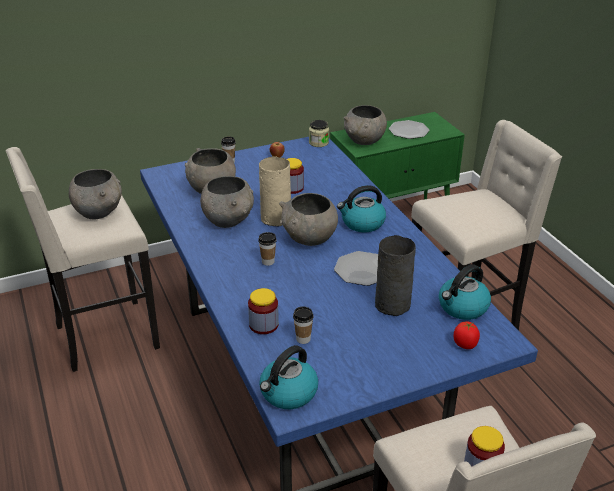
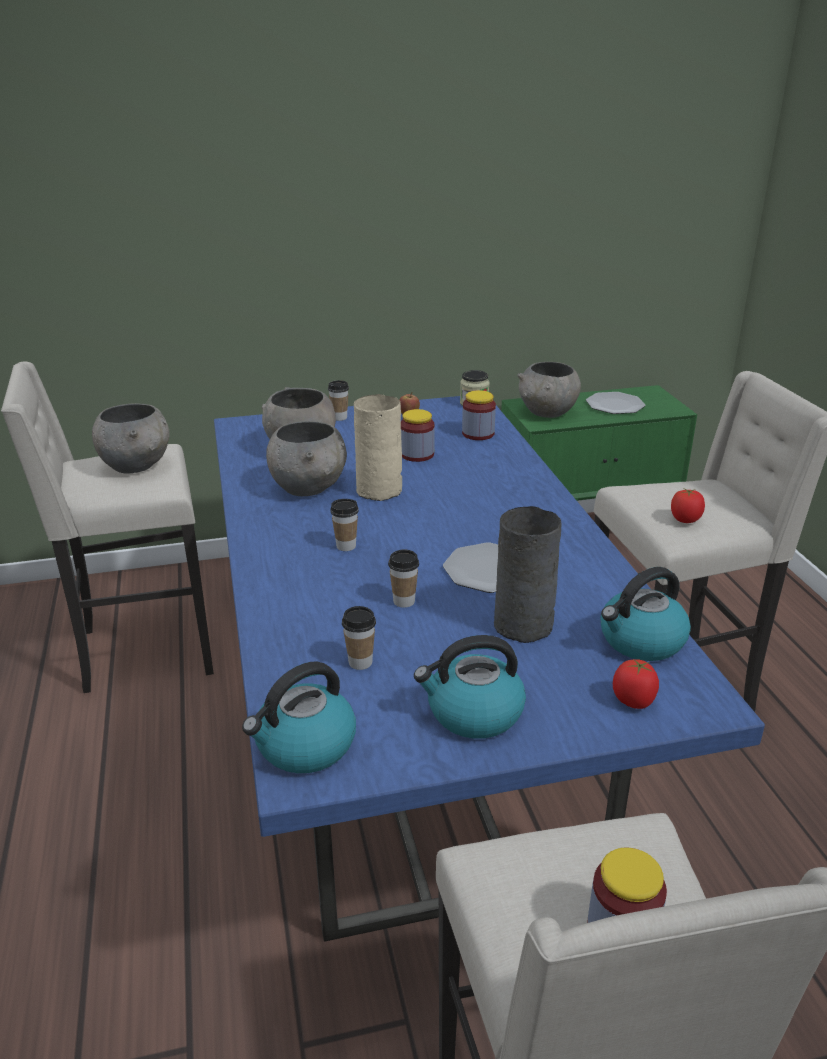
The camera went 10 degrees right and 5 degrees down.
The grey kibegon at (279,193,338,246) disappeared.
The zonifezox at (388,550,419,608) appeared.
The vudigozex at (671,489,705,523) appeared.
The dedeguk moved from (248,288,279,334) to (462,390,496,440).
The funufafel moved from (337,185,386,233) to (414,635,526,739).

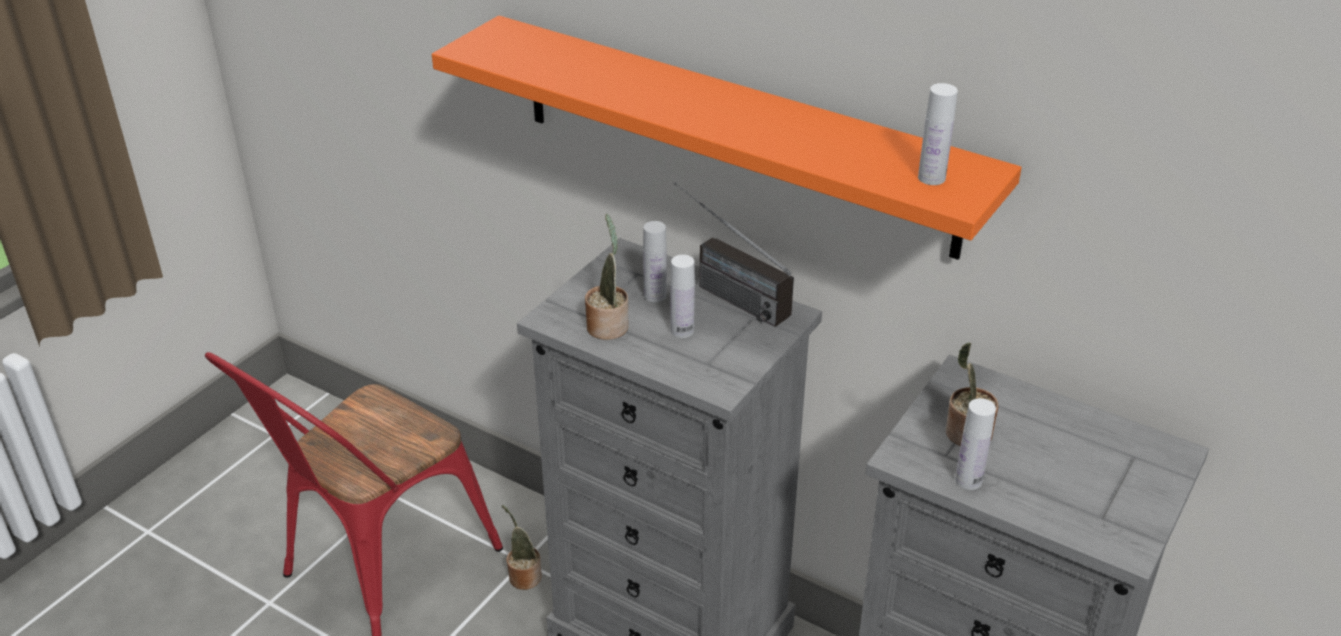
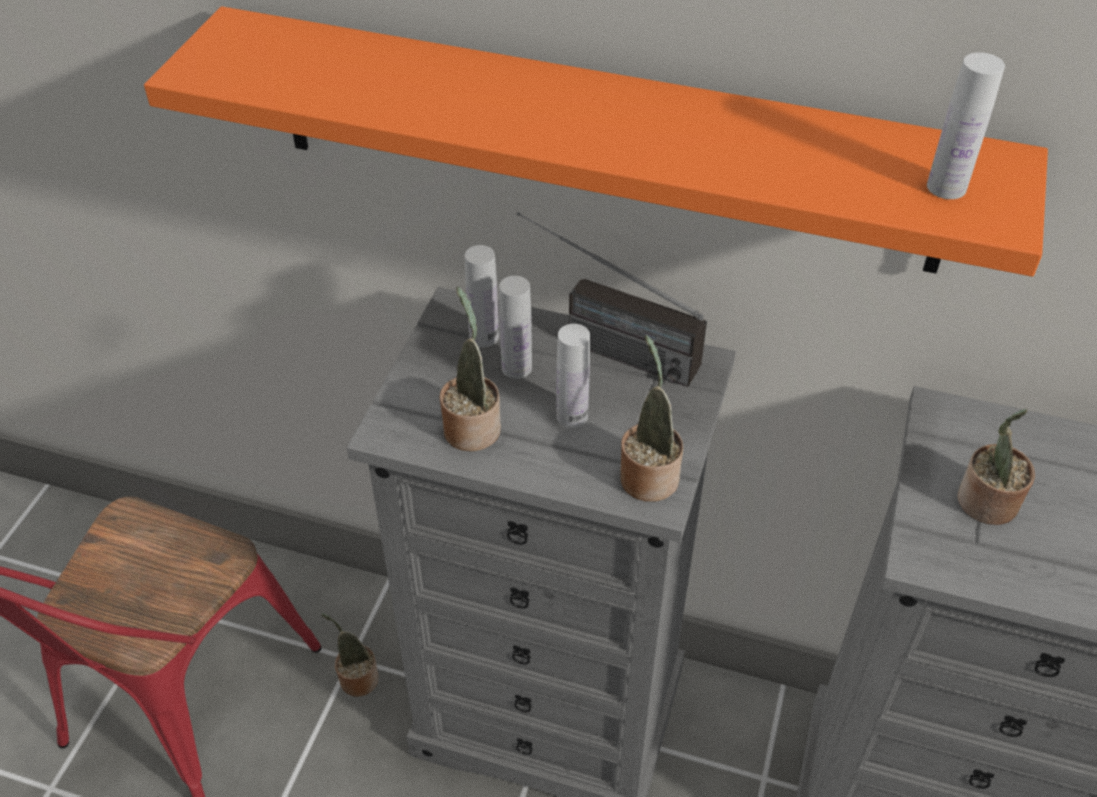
The camera went 15 degrees left and 10 degrees up.
The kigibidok at (620,335,683,502) appeared.
The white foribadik moved from (955,398,996,490) to (465,245,499,347).

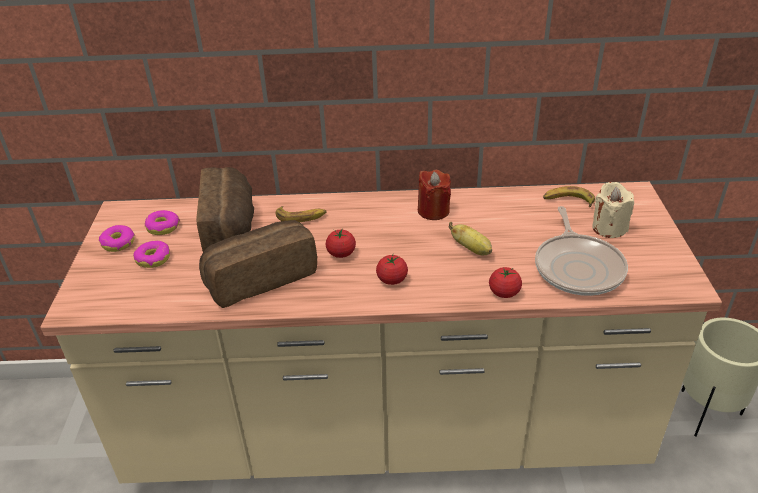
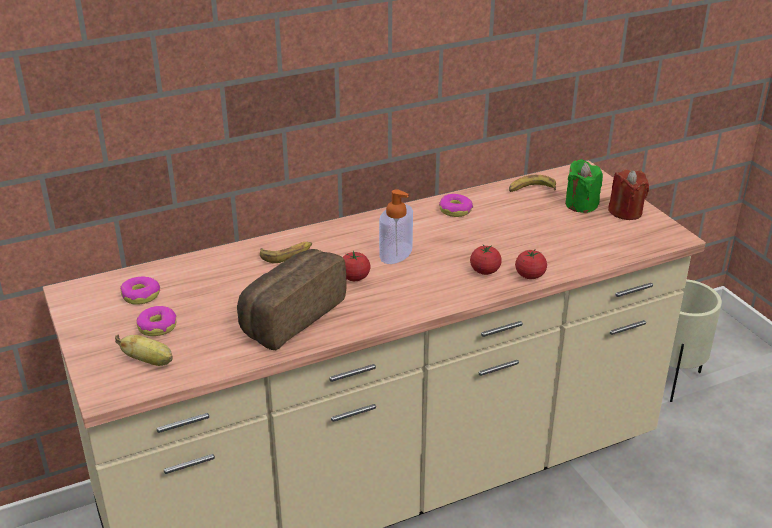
The camera went 25 degrees left and 5 degrees down.
The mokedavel at (196,167,254,252) disappeared.
The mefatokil at (535,206,628,296) disappeared.
The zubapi at (379,189,413,264) appeared.
The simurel moved from (99,225,135,252) to (439,194,473,217).
The vudigozex moved from (376,254,408,285) to (470,245,502,275).
The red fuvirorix moved from (418,170,451,220) to (608,169,649,220).
The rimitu moved from (449,222,492,255) to (115,335,173,366).
The beige fuvirorix at (592,182,634,238) became the green fuvirorix at (565,159,603,213).

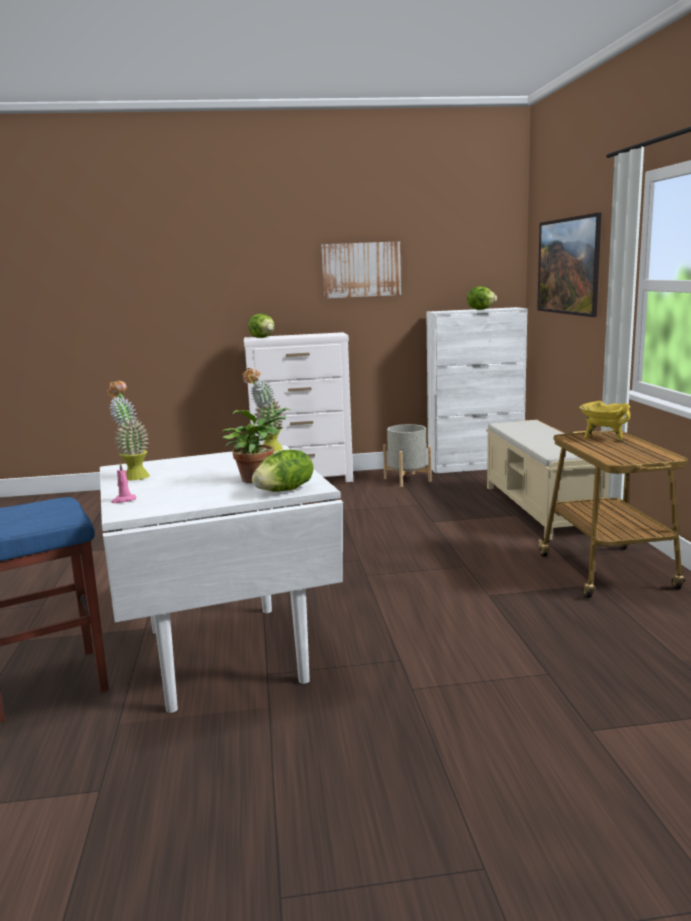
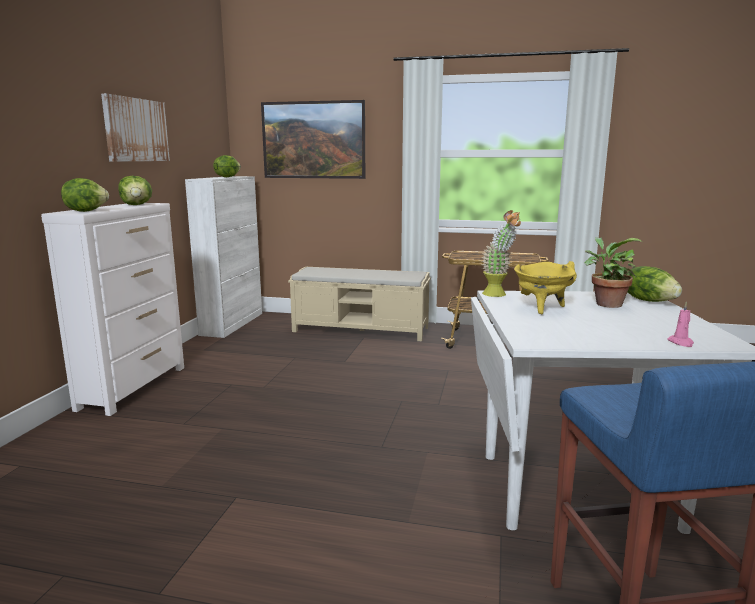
The camera went 70 degrees left and 0 degrees up.
The kigibidok at (107,381,150,480) disappeared.
The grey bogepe at (383,424,432,487) disappeared.
The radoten at (119,176,152,205) appeared.
The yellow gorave moved from (579,401,630,441) to (514,261,577,314).

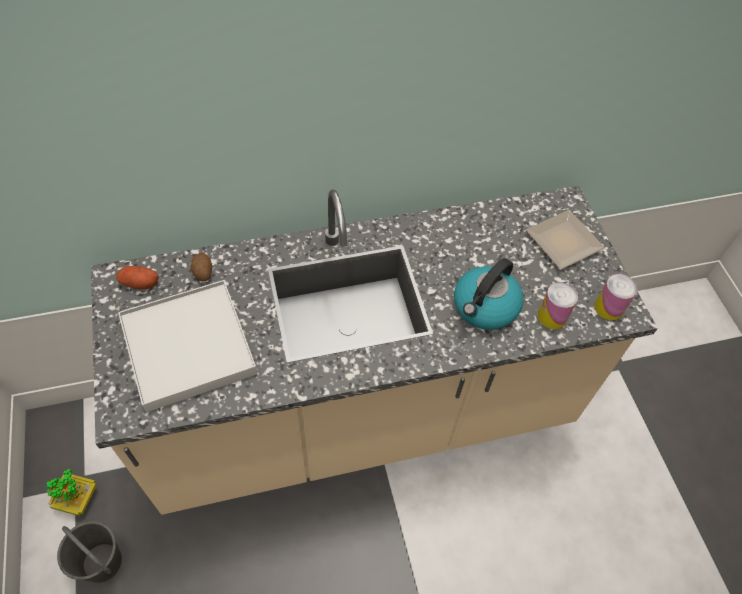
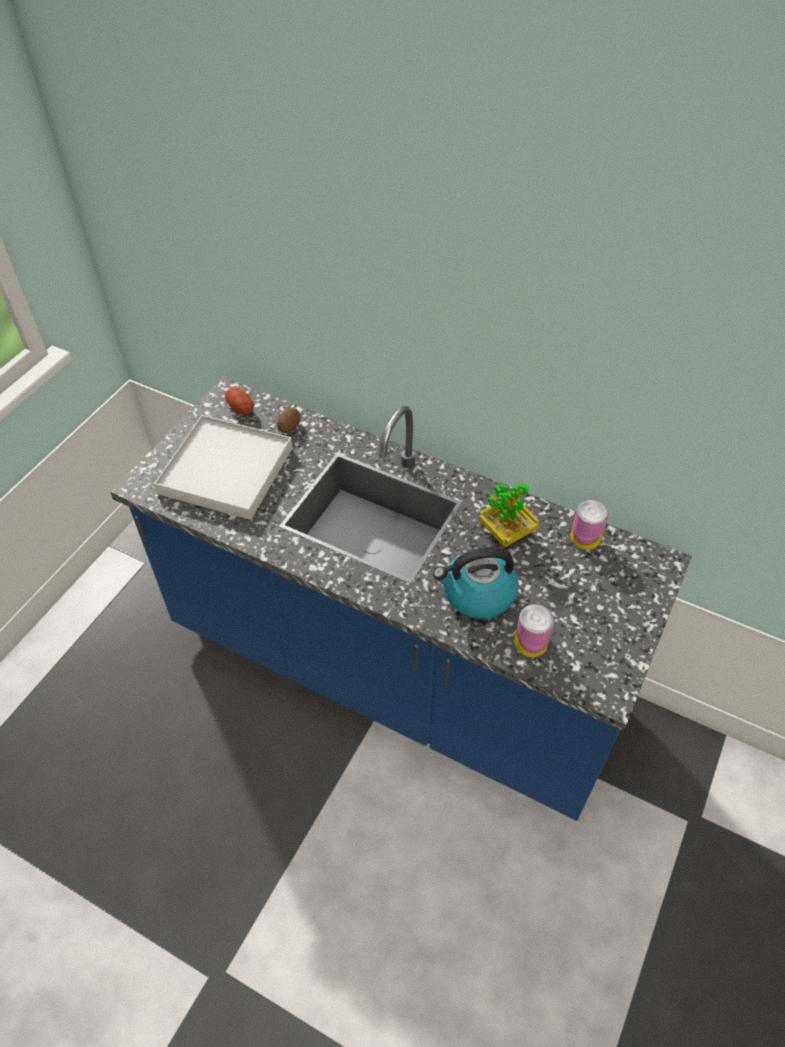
The camera went 45 degrees right and 5 degrees down.
The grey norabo at (57,521,122,583) disappeared.
The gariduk at (526,210,605,269) disappeared.
The kigibidok moved from (47,469,97,516) to (478,483,539,548).
The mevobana moved from (594,274,637,320) to (570,500,609,550).
The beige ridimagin at (91,186,658,515) became the blue ridimagin at (110,377,692,821).

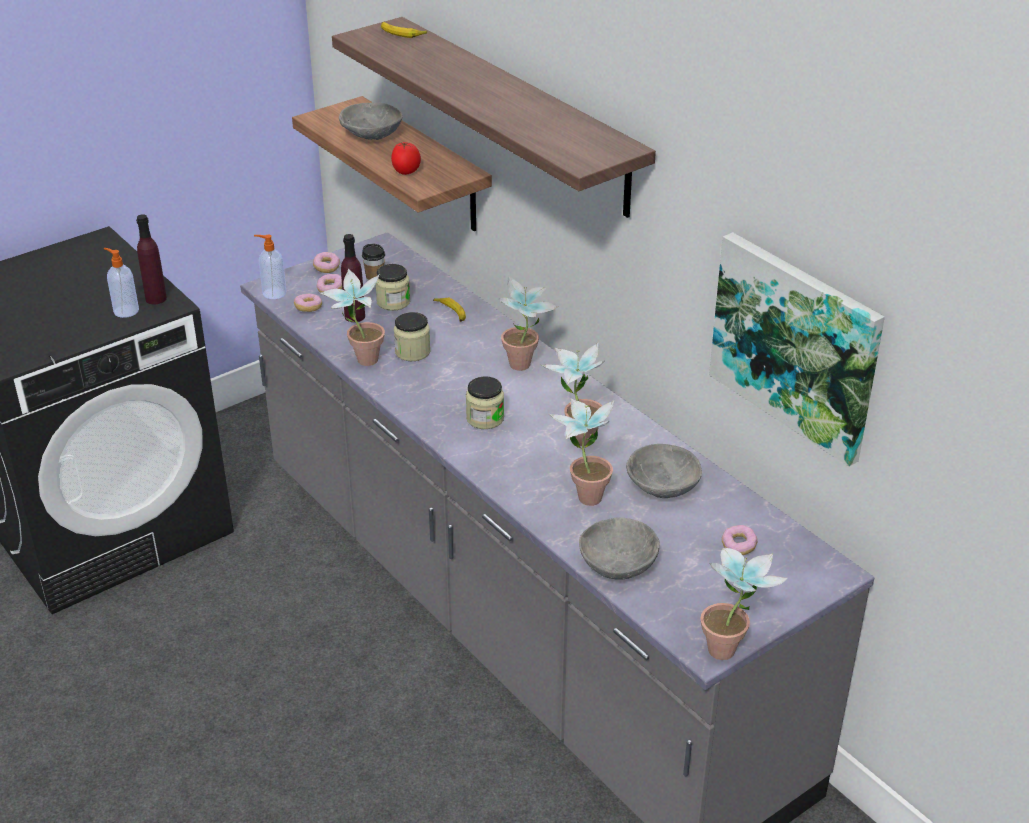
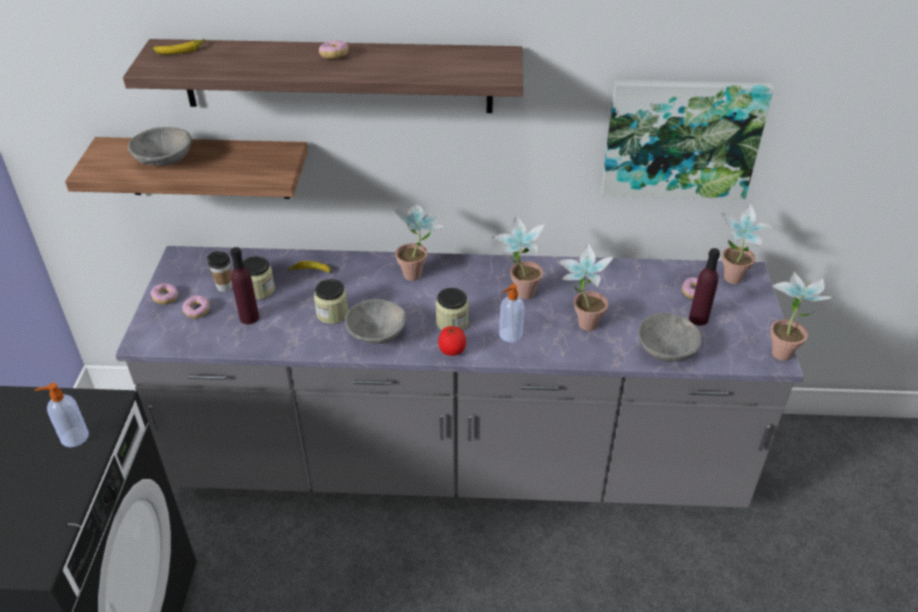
The camera went 50 degrees left and 5 degrees up.
The purple foribadik moved from (136,214,167,304) to (689,248,720,326).
The zubapi moved from (254,235,286,299) to (499,284,524,342).
The simurel moved from (294,294,322,312) to (319,41,349,59).
The kigibidok moved from (320,269,385,366) to (722,203,774,284).
The vudigozex moved from (391,142,421,175) to (438,326,466,356).
The grey kibegon moved from (626,444,702,498) to (345,299,406,344).

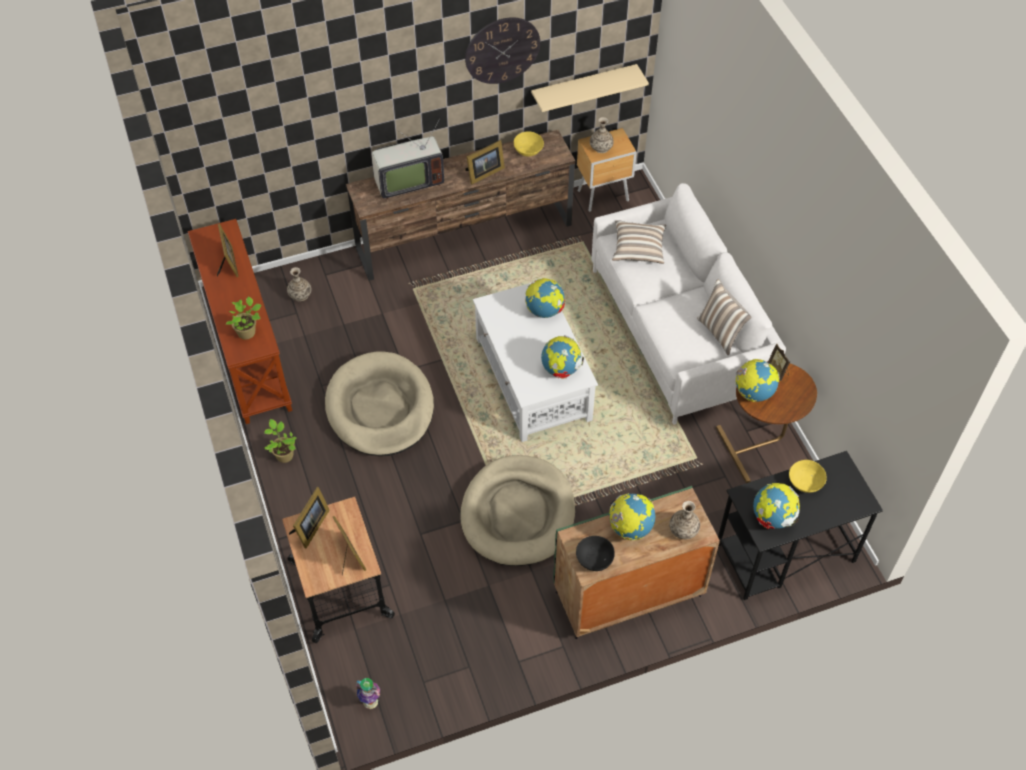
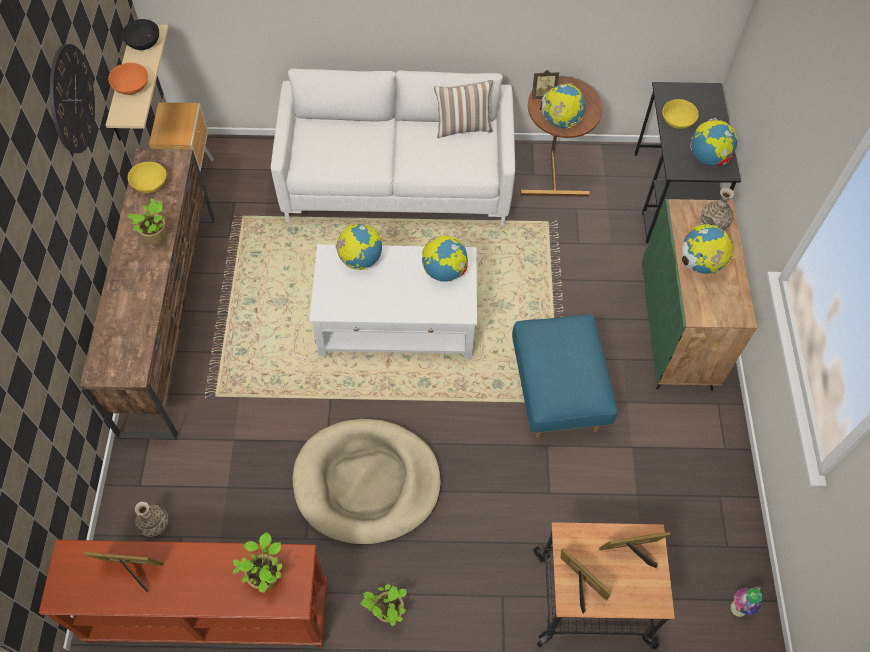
The camera went 70 degrees left and 5 degrees up.
The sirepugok at (371,119,444,199) disappeared.
The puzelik at (590,117,614,153) disappeared.
The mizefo at (612,220,666,264) disappeared.
The orange kibegon at (108,63,148,95) appeared.
The black kibegon moved from (576,536,615,571) to (121,19,159,50).
The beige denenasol at (461,455,575,566) was replaced by the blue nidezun at (512,315,617,438).
The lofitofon at (465,140,505,185) was replaced by the kigibidok at (127,198,166,244).

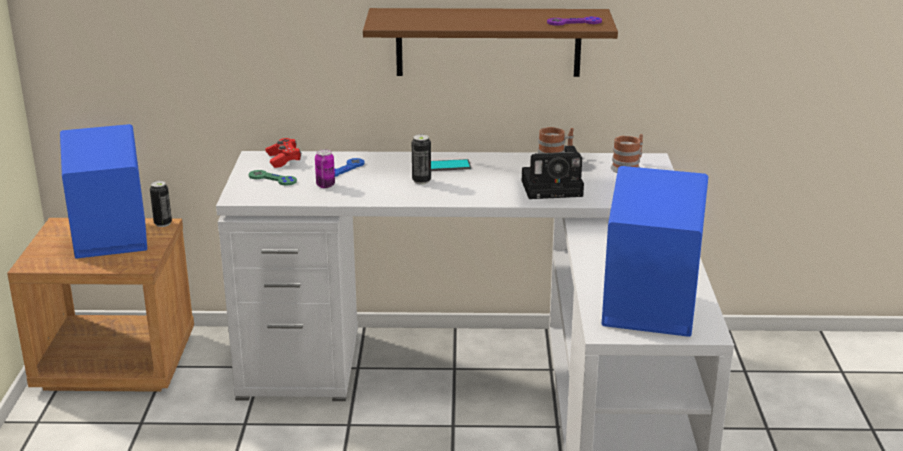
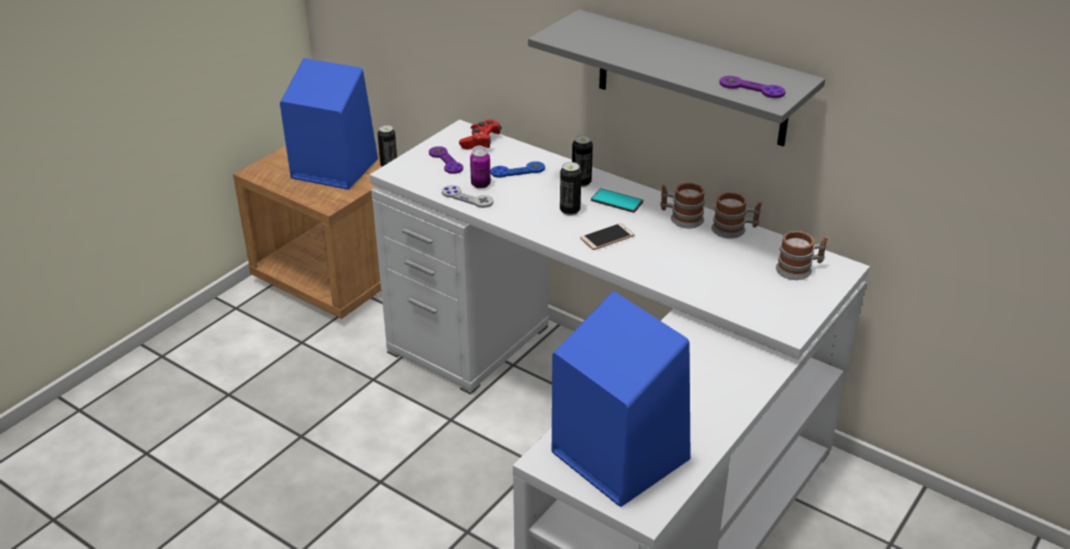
The camera went 35 degrees right and 10 degrees up.
The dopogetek at (522,146,584,199) disappeared.
The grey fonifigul at (442,185,493,208) appeared.
The mevobana at (572,135,593,187) appeared.
The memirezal at (580,223,634,250) appeared.
The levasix at (660,182,705,228) appeared.
The green fonifigul at (249,170,297,186) became the purple fonifigul at (429,146,463,174).
The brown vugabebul at (363,8,618,77) became the grey vugabebul at (528,9,825,146).

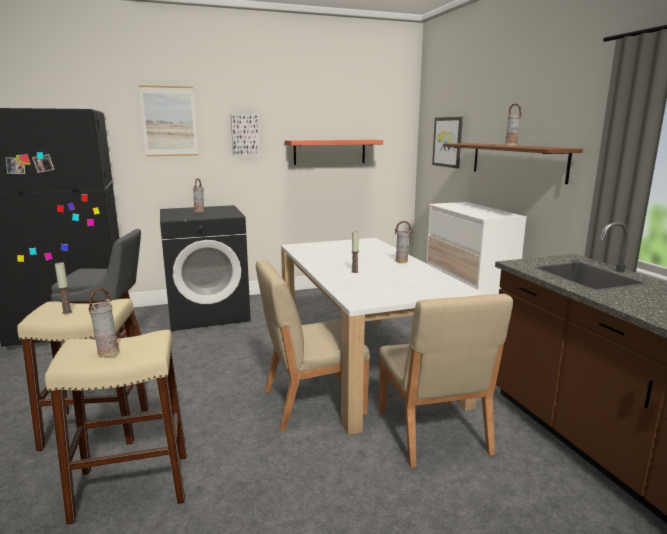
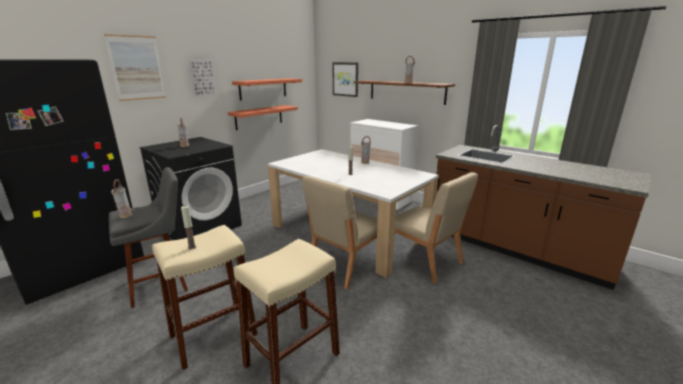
The camera went 30 degrees left and 5 degrees up.
The vugabebul at (228,105,298,130) appeared.
The puzelik moved from (89,288,120,357) to (111,179,132,218).

